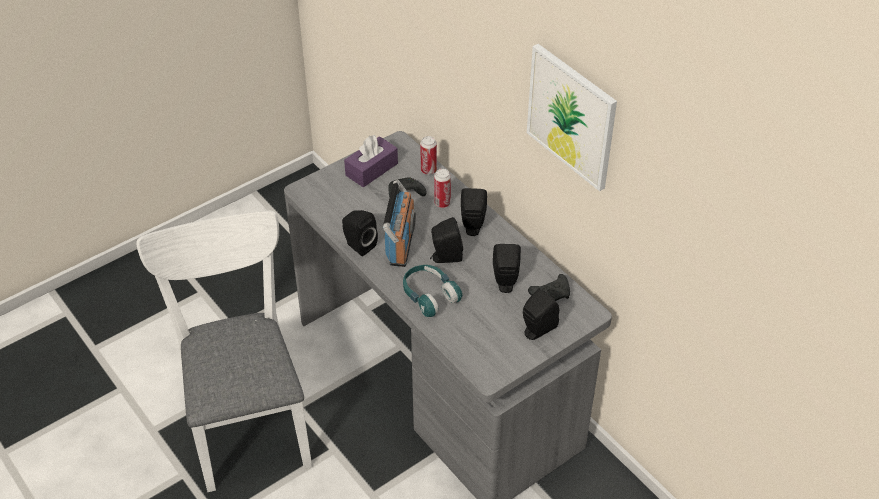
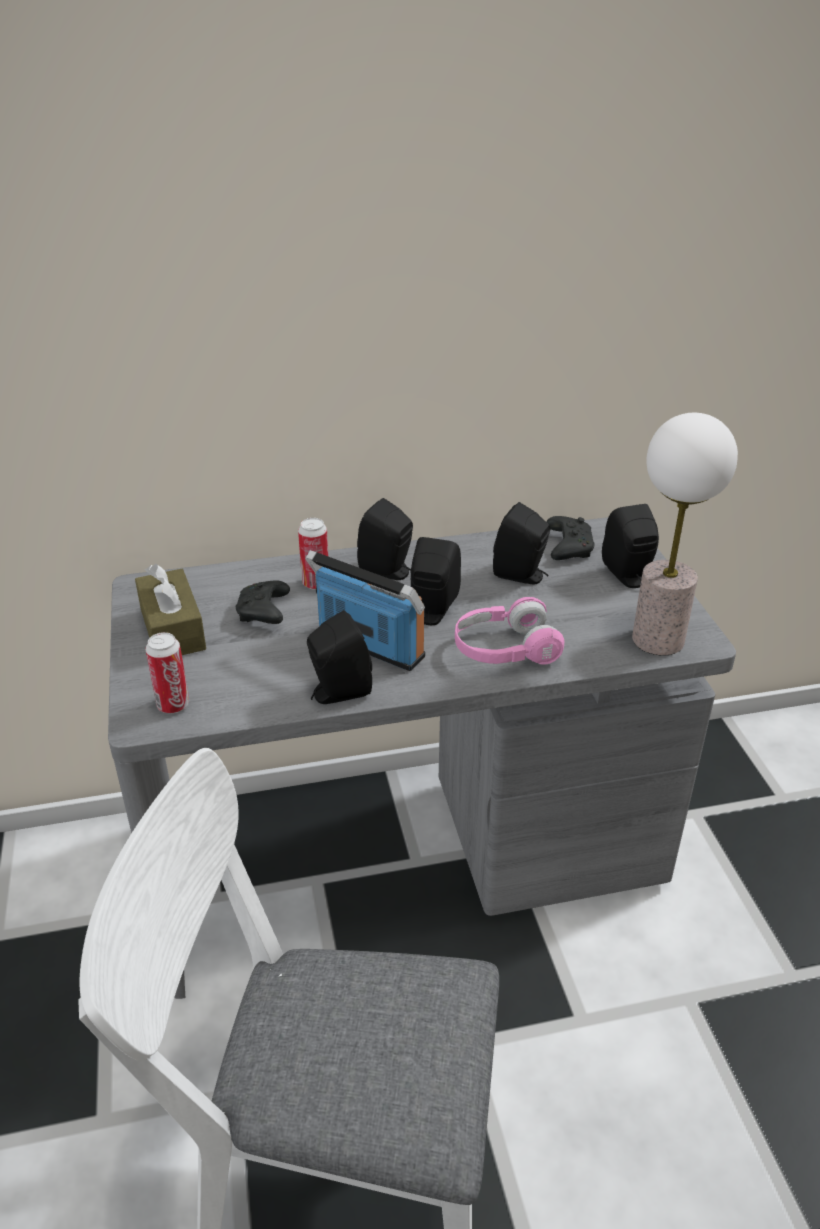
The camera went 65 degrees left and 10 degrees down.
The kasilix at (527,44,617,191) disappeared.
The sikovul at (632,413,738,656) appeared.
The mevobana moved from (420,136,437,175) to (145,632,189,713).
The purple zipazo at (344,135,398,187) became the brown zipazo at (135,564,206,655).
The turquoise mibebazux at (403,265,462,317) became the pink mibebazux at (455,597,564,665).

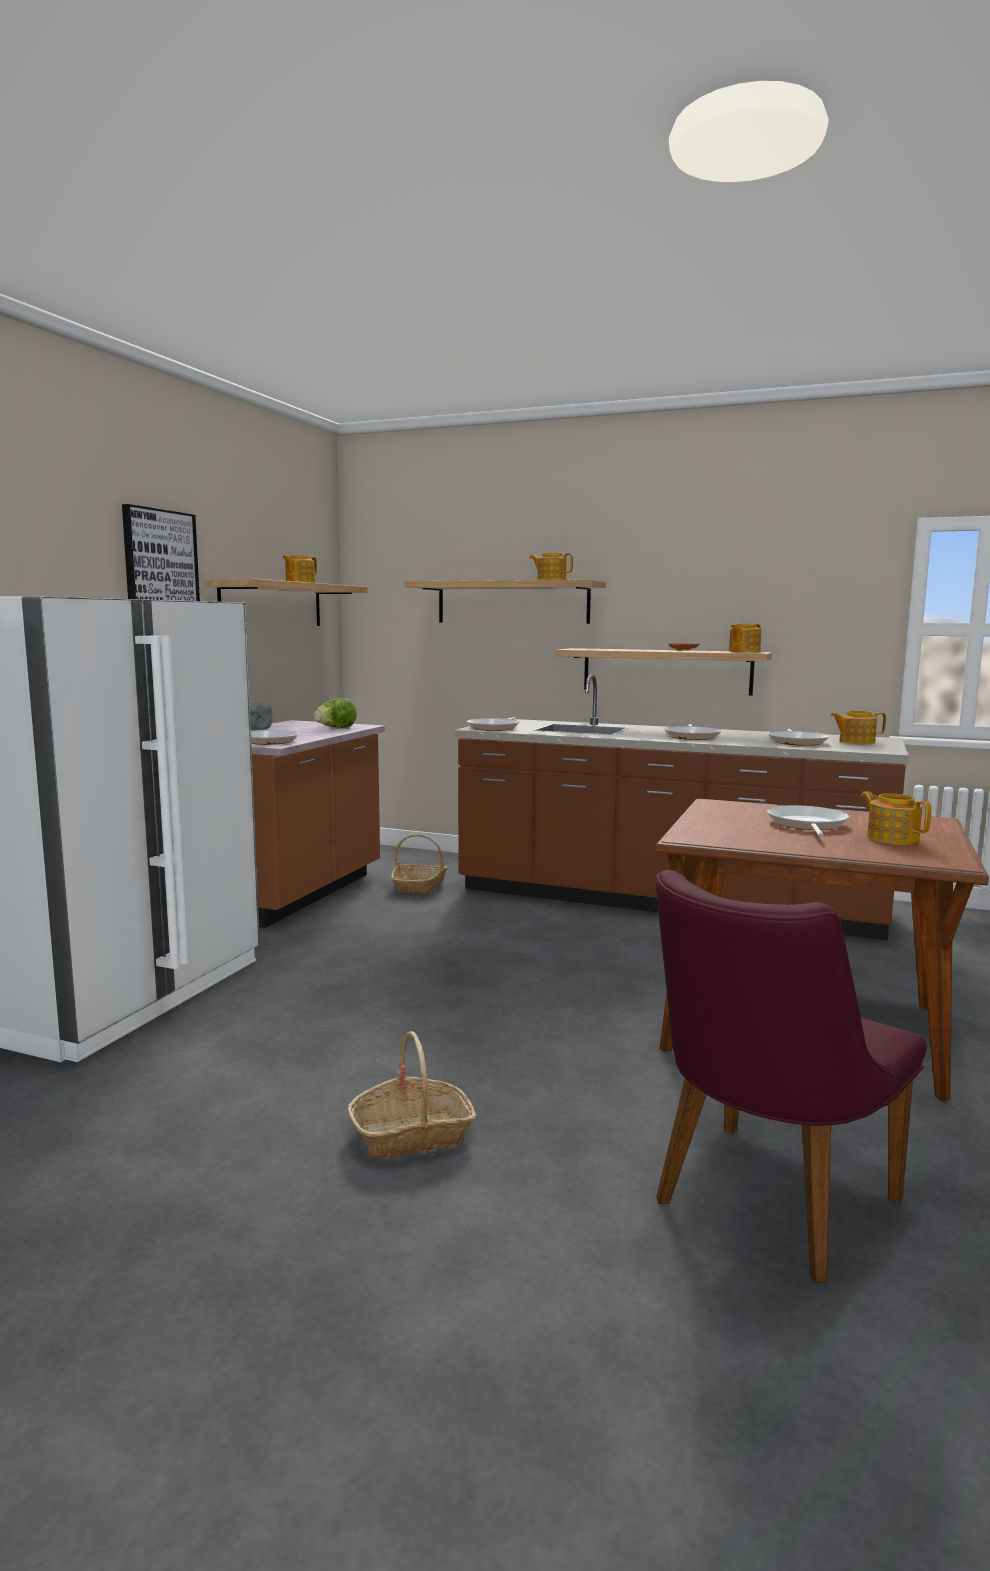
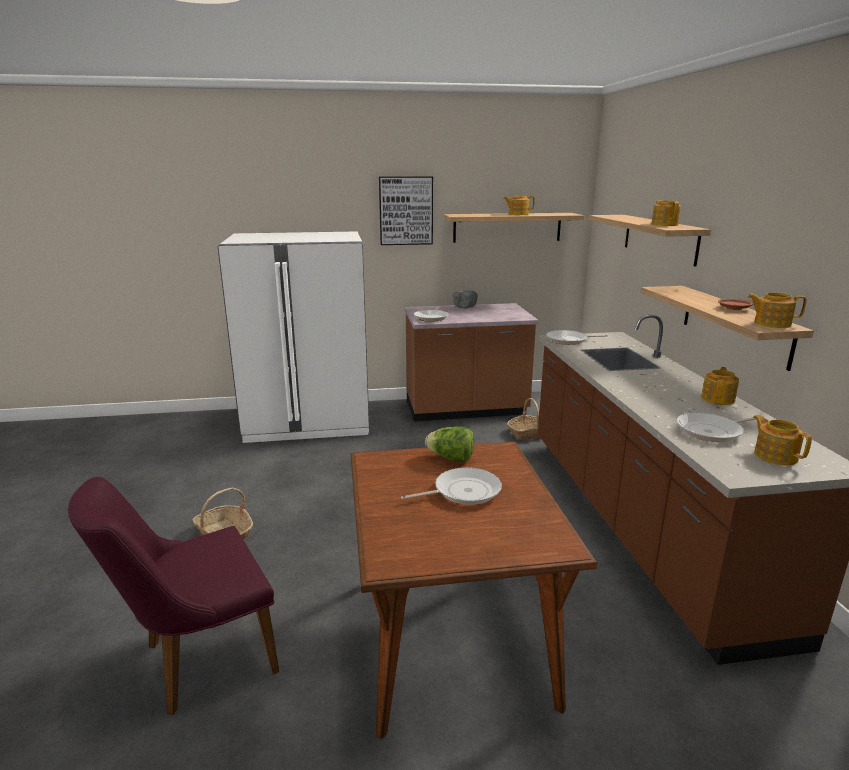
The camera went 60 degrees right and 10 degrees up.
The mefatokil at (665,724,722,740) disappeared.
The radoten moved from (314,698,357,728) to (425,426,474,462).
The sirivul moved from (861,791,932,845) to (701,367,739,405).
The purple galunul at (655,870,927,1283) turned 45 degrees counterclockwise.

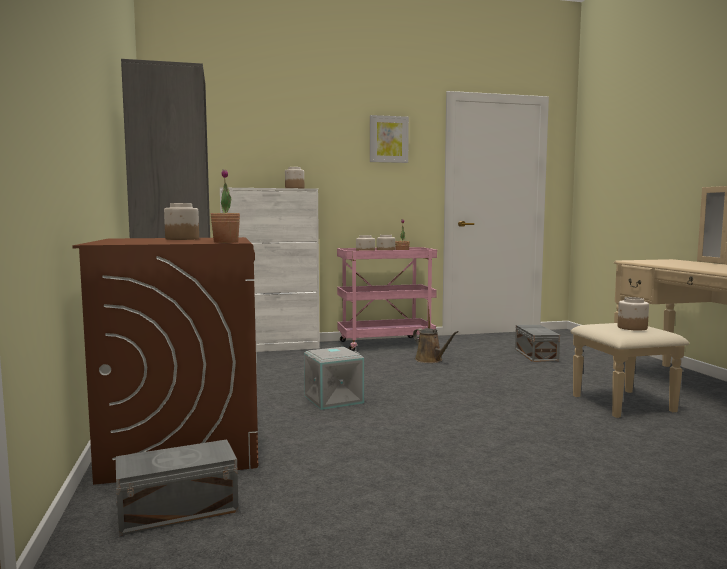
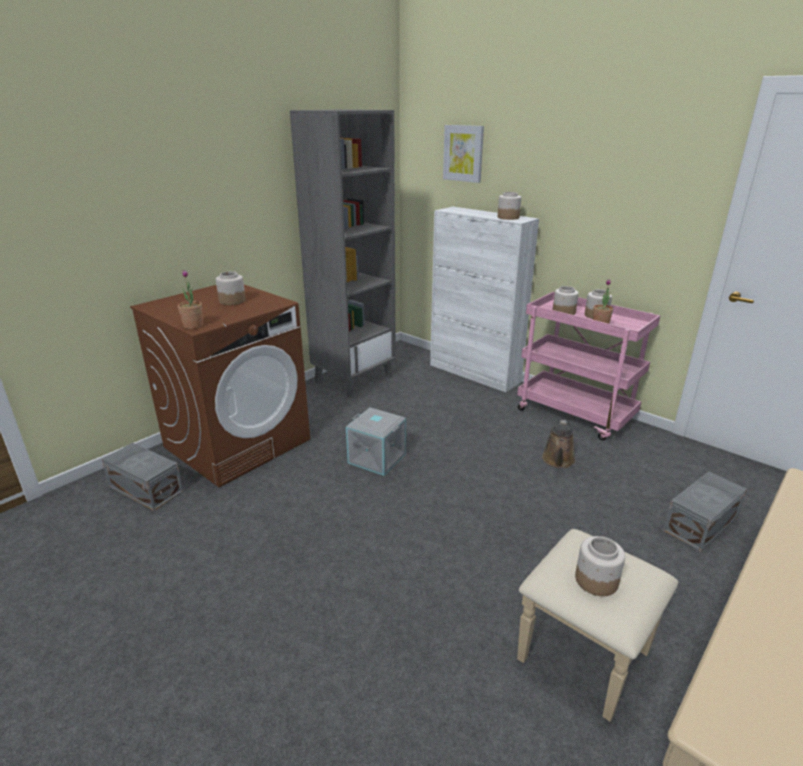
The camera went 55 degrees right and 20 degrees up.
The kasilix moved from (370,115,409,163) to (443,125,484,183).

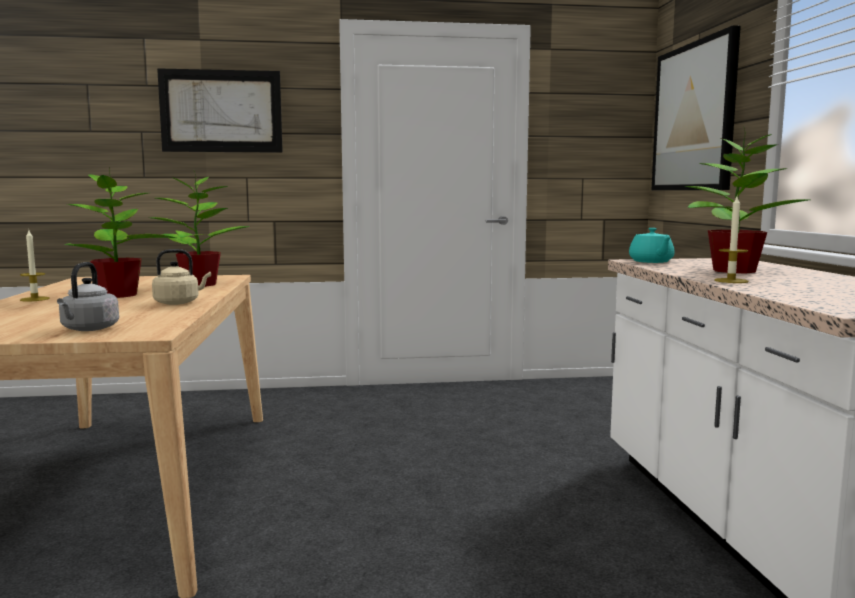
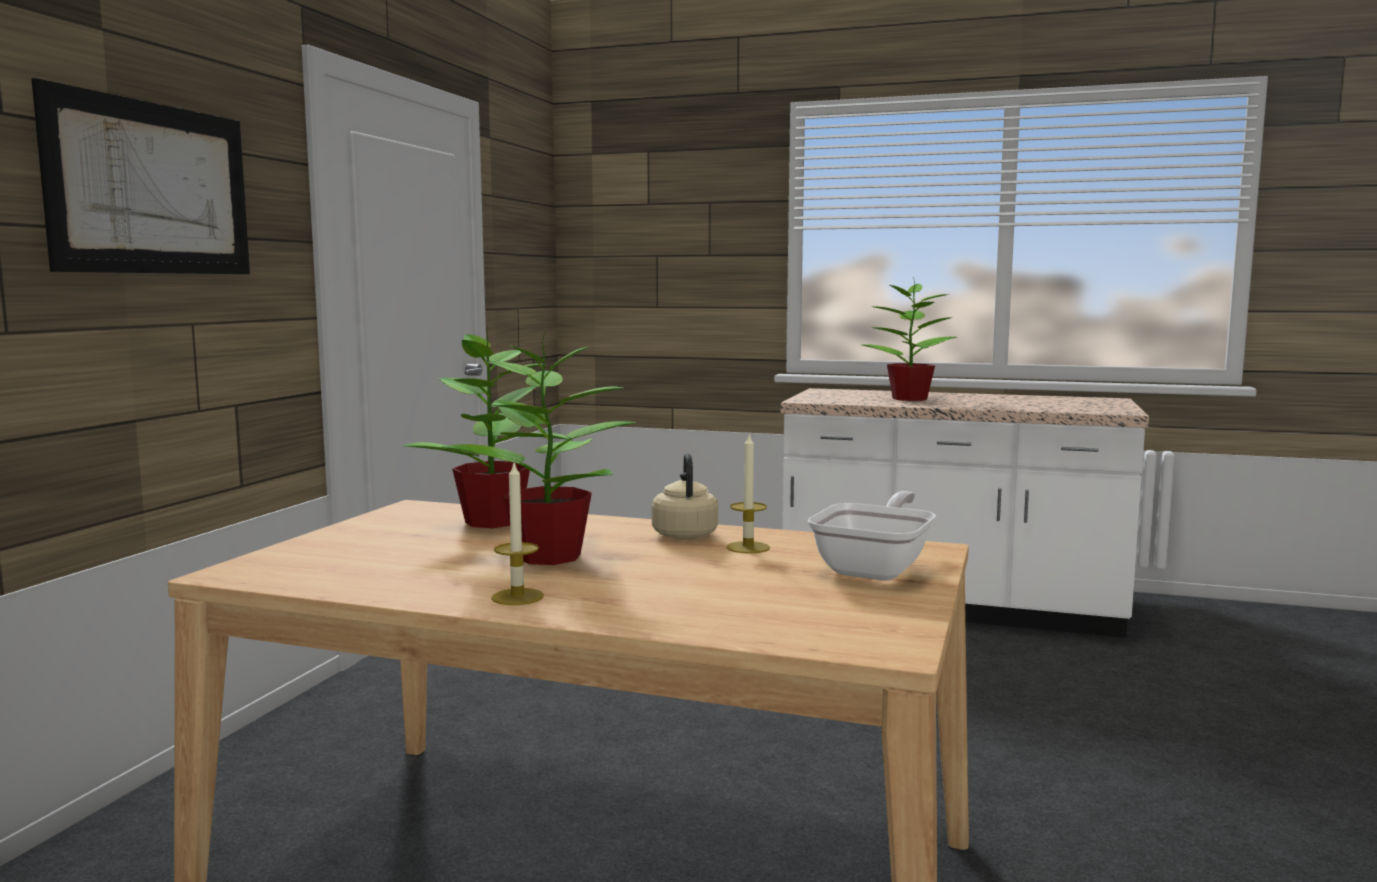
The camera went 65 degrees left and 0 degrees up.
The turquoise sirivul at (629,228,675,263) disappeared.
The kasilix at (651,25,741,190) disappeared.
The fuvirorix moved from (714,196,749,283) to (727,432,770,554).
The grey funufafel at (57,262,119,331) was replaced by the mefatokil at (808,491,936,581).

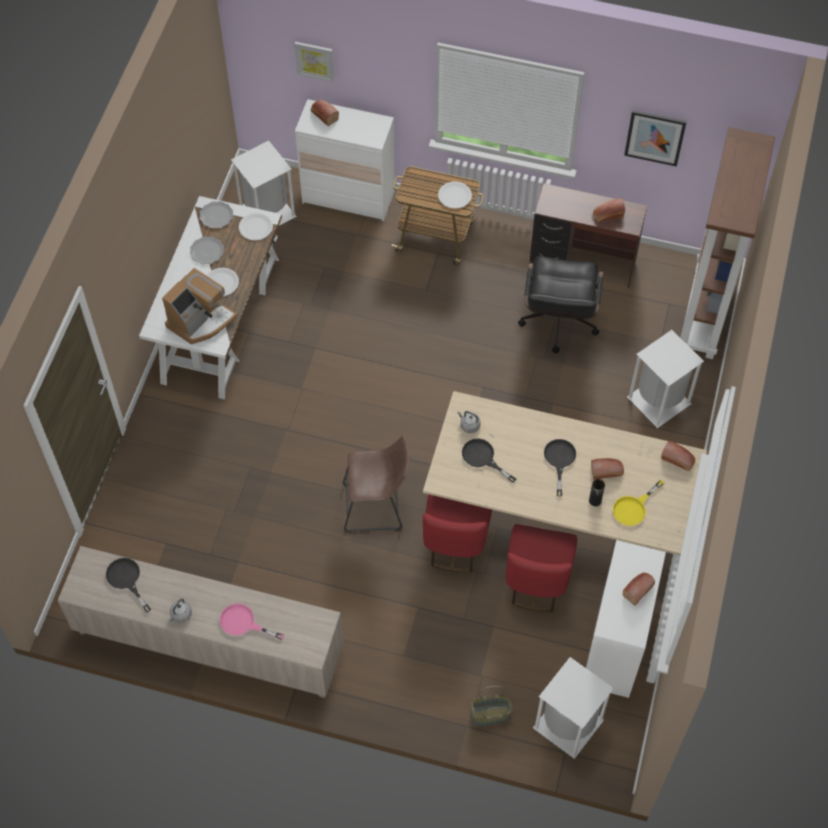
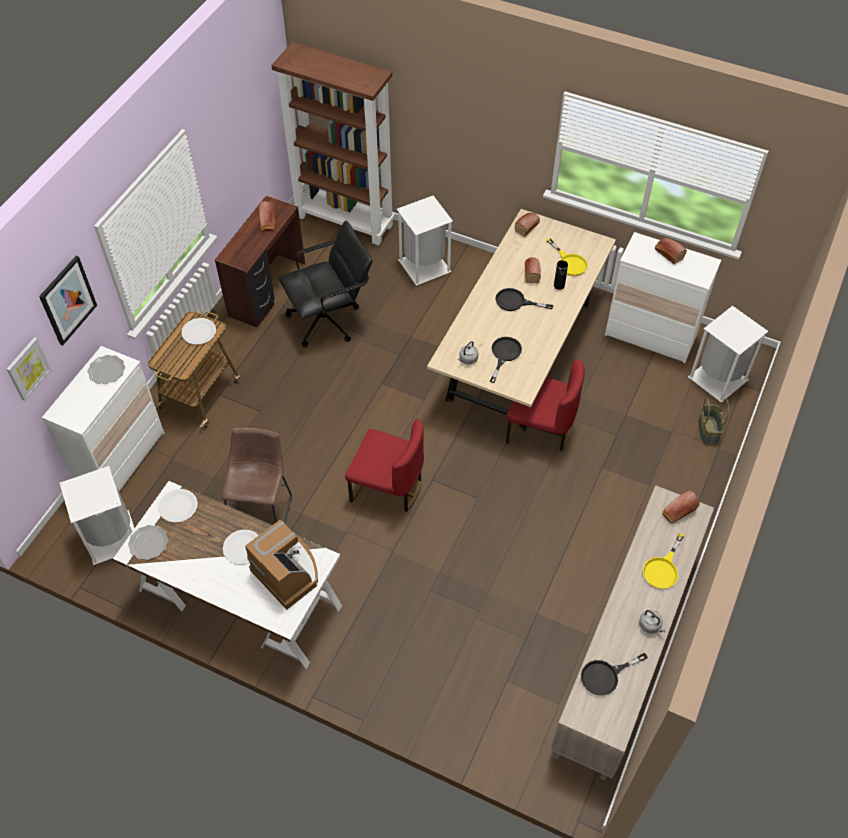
The camera went 80 degrees left and 5 degrees down.
The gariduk moved from (190,236,224,264) to (87,355,125,384).
The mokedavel moved from (311,100,339,126) to (662,491,700,524).
The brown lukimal moved from (343,435,409,532) to (221,428,292,524).
The red galunul moved from (506,524,577,612) to (345,419,424,512).
The kasilix moved from (624,110,687,167) to (39,256,97,346).
The pink mefatokil at (220,603,284,640) became the yellow mefatokil at (643,533,684,589).
The black mefatokil at (462,439,516,483) turned 150 degrees clockwise.
The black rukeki at (518,256,603,353) turned 45 degrees counterclockwise.

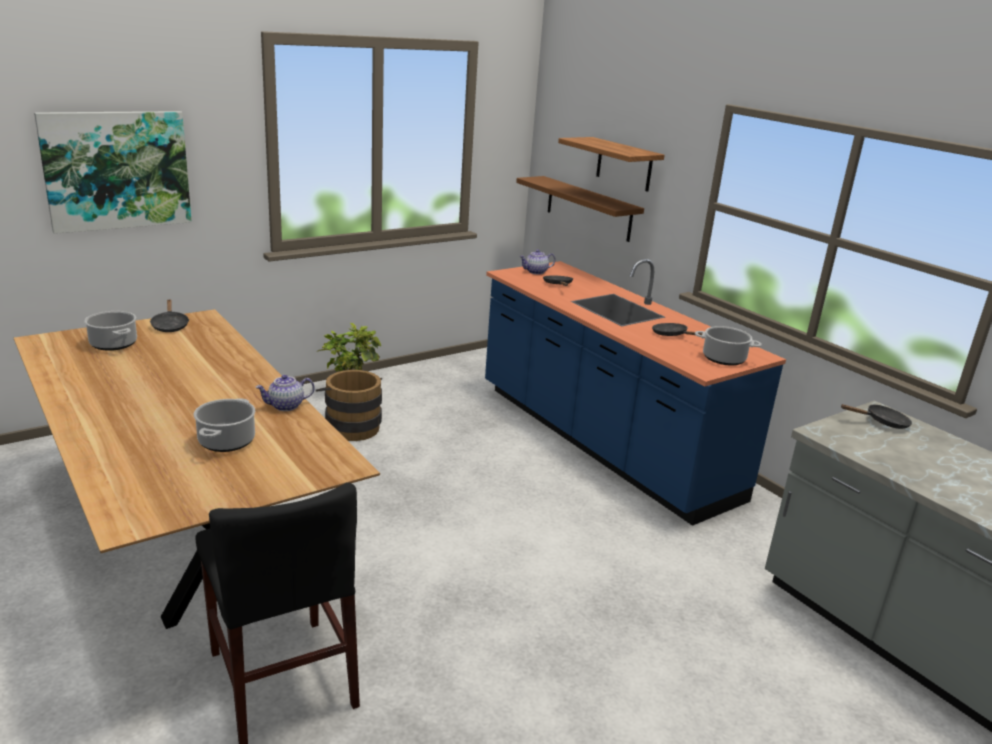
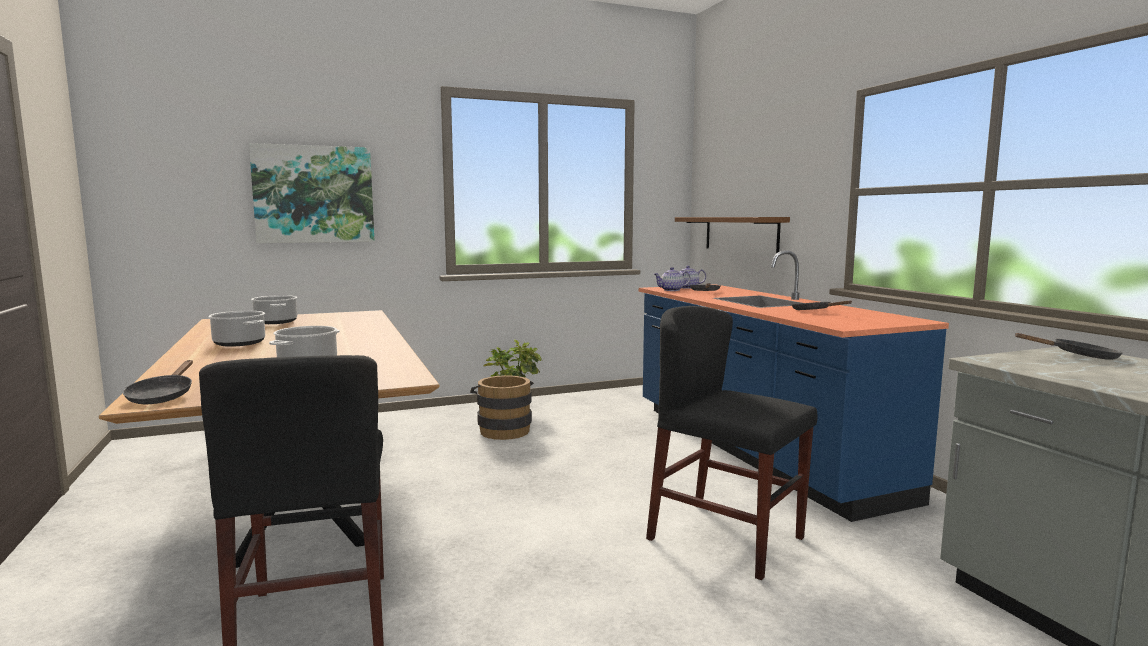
The camera went 15 degrees right and 15 degrees down.
The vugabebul at (558,137,664,192) disappeared.
The black galunul at (646,306,818,580) appeared.
The black mefatokil moved from (149,299,189,332) to (123,360,193,404).
The sirivul moved from (255,374,315,411) to (654,267,691,291).
The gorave moved from (695,326,762,365) to (208,311,265,347).

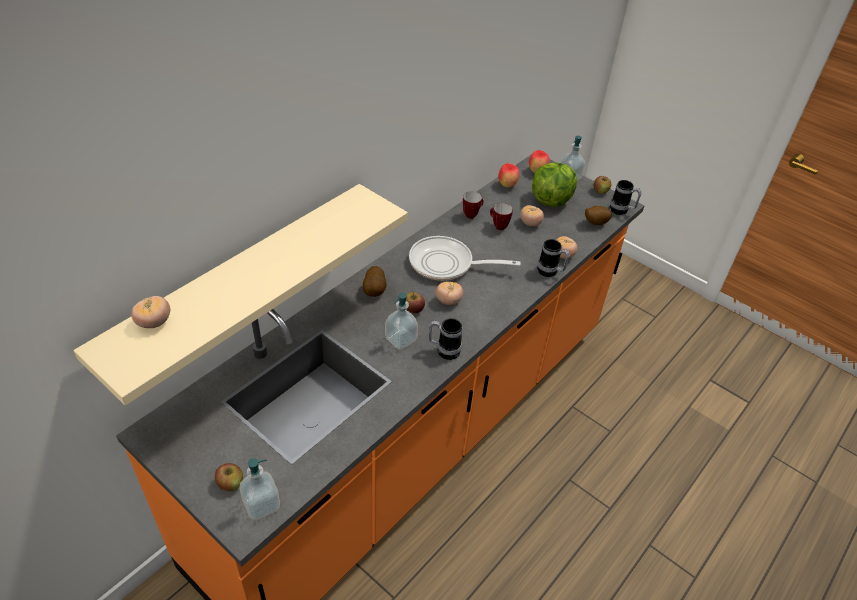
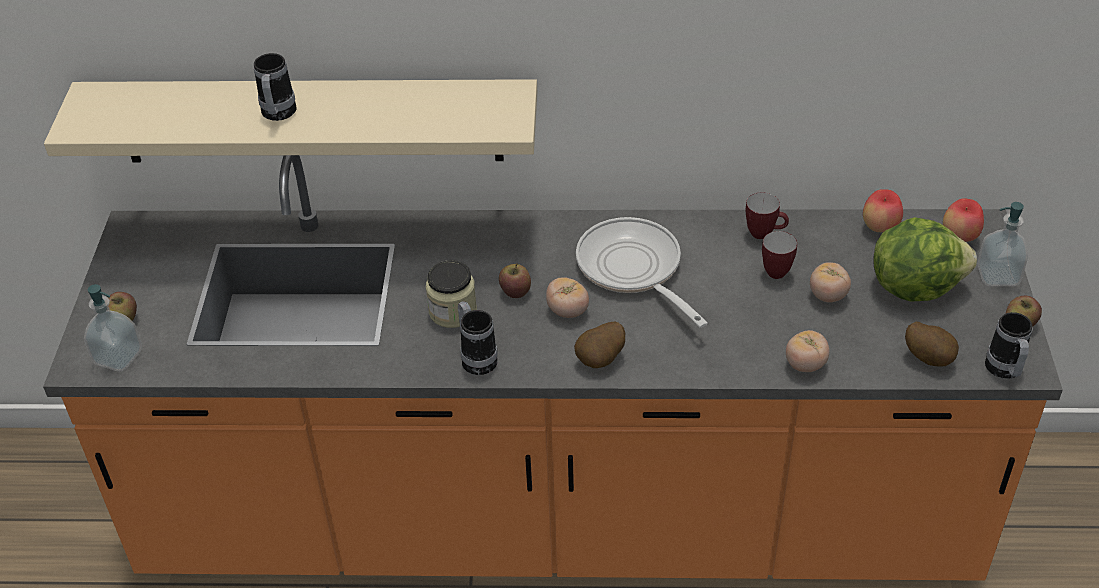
The camera went 55 degrees right and 0 degrees up.
The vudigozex at (131,296,170,328) disappeared.
The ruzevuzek moved from (363,266,387,297) to (574,321,625,368).
The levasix moved from (537,239,570,277) to (254,53,297,121).
The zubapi at (385,293,418,349) was replaced by the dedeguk at (426,260,477,328).

